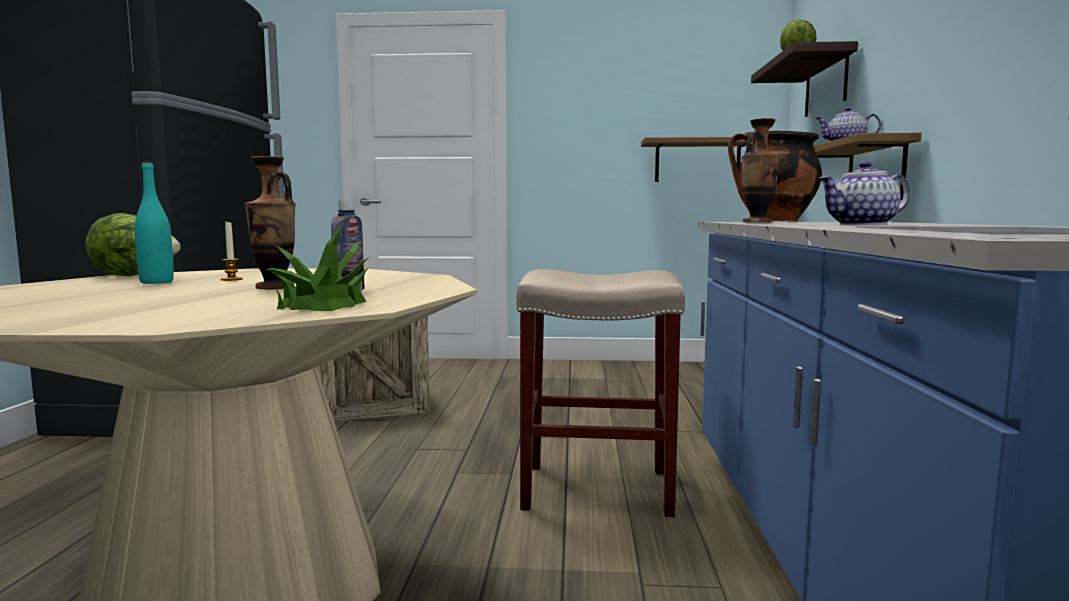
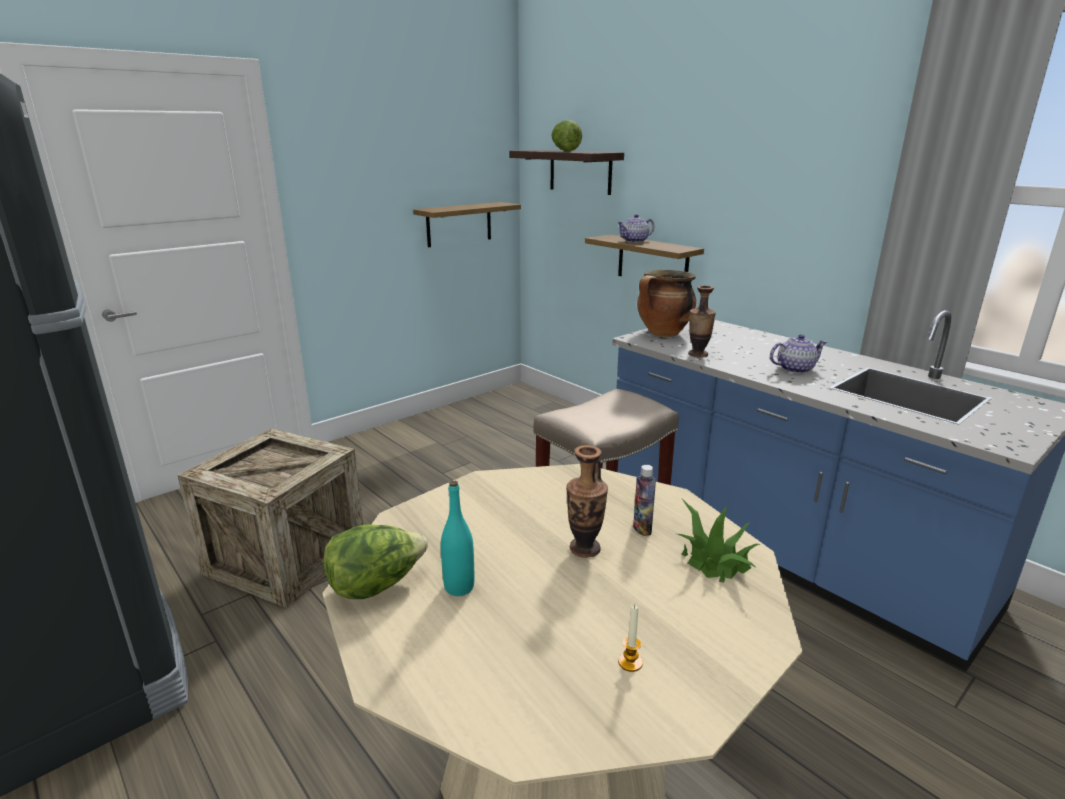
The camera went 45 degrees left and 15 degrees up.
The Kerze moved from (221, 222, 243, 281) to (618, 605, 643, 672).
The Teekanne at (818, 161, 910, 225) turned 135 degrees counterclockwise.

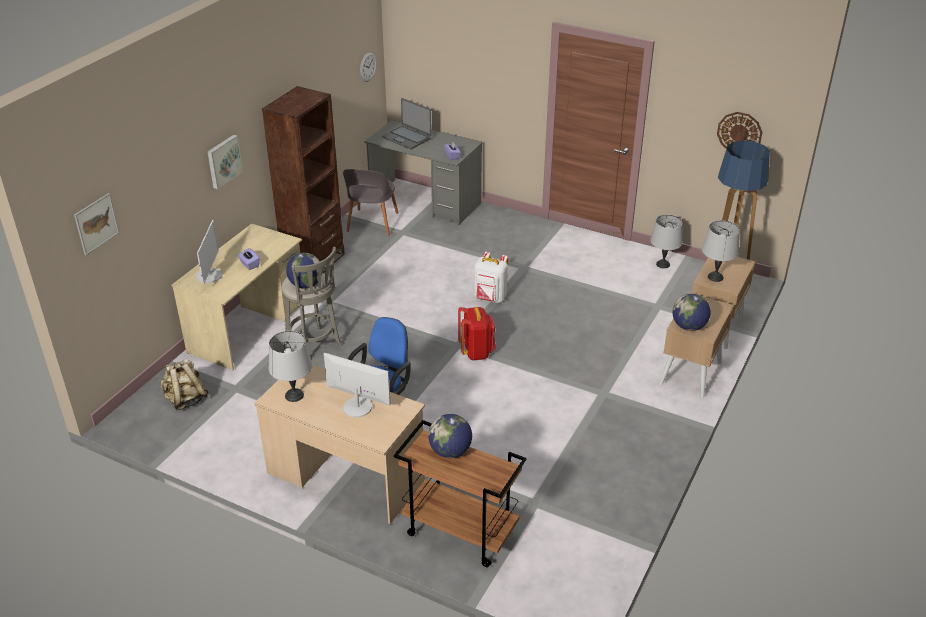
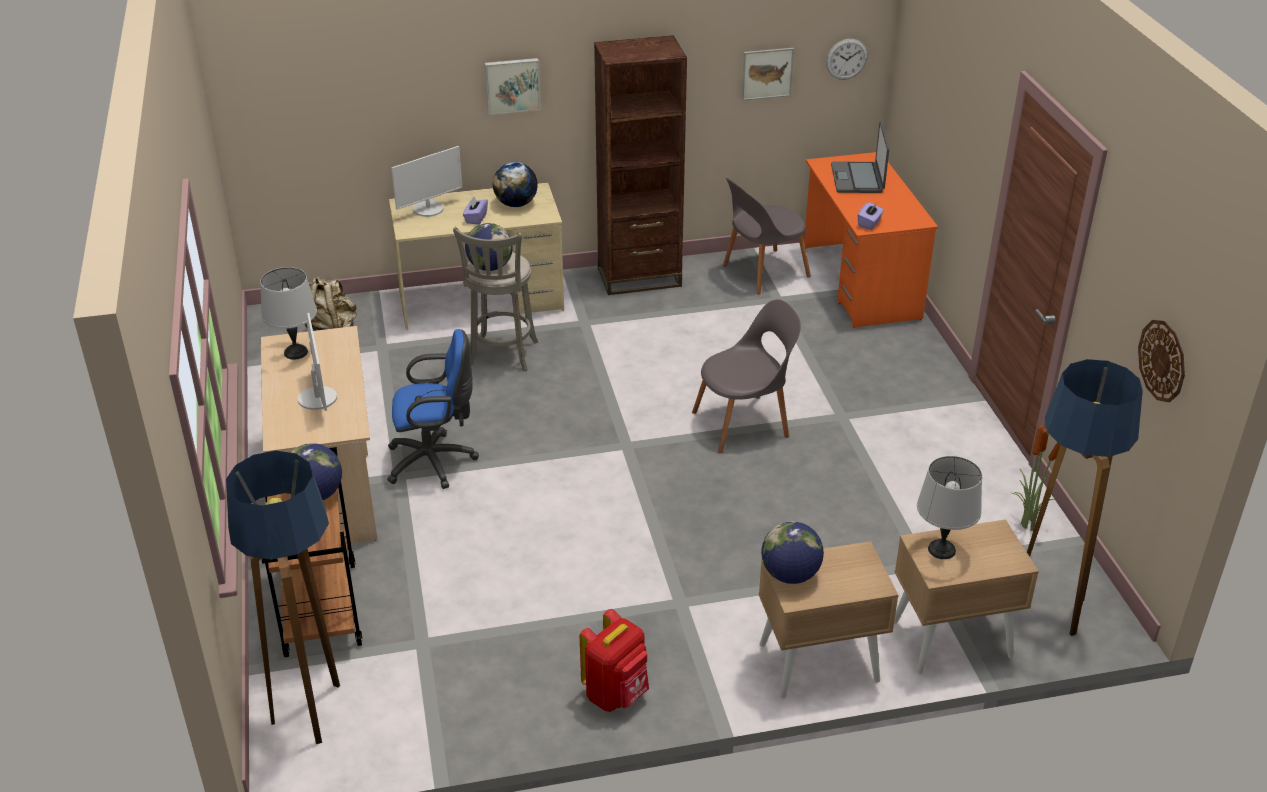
The camera went 50 degrees right and 0 degrees up.
The Bild moved from (74, 193, 119, 255) to (742, 48, 794, 101).
The Schreibtisch/grau at (364, 120, 483, 225) became the Schreibtisch/orange at (804, 152, 938, 328).
The Rucksack/rot moved from (458, 307, 496, 360) to (580, 609, 649, 712).
The Rucksack/weiß at (474, 252, 508, 303) was replaced by the Stuhl/grau at (692, 300, 801, 453).
The Tischlampe/grau at (650, 215, 683, 268) was replaced by the Topfpflanze at (1012, 419, 1060, 531).
The Stehlampe at (226, 451, 340, 744) appeared.
The Globus at (493, 162, 538, 207) appeared.

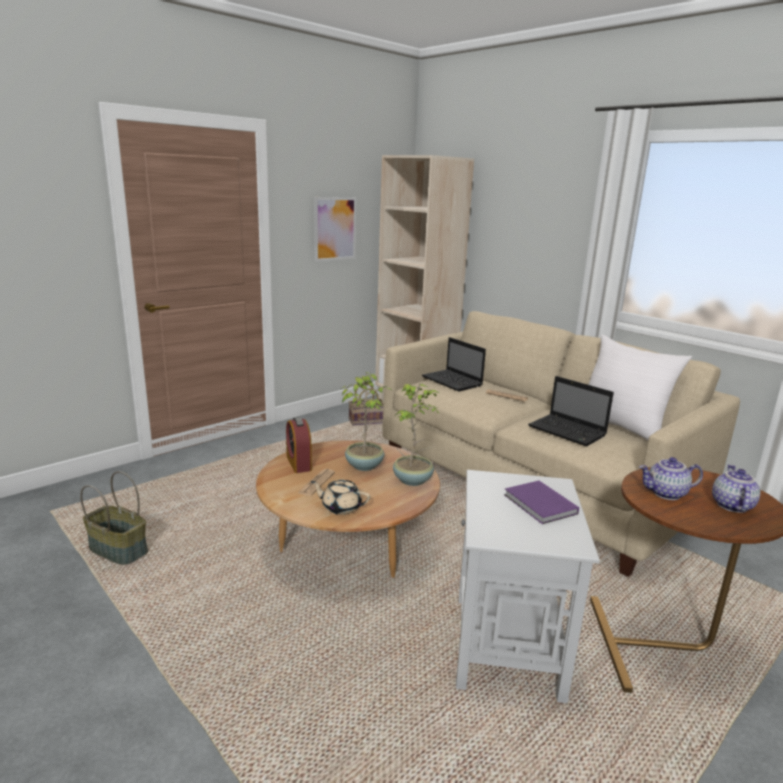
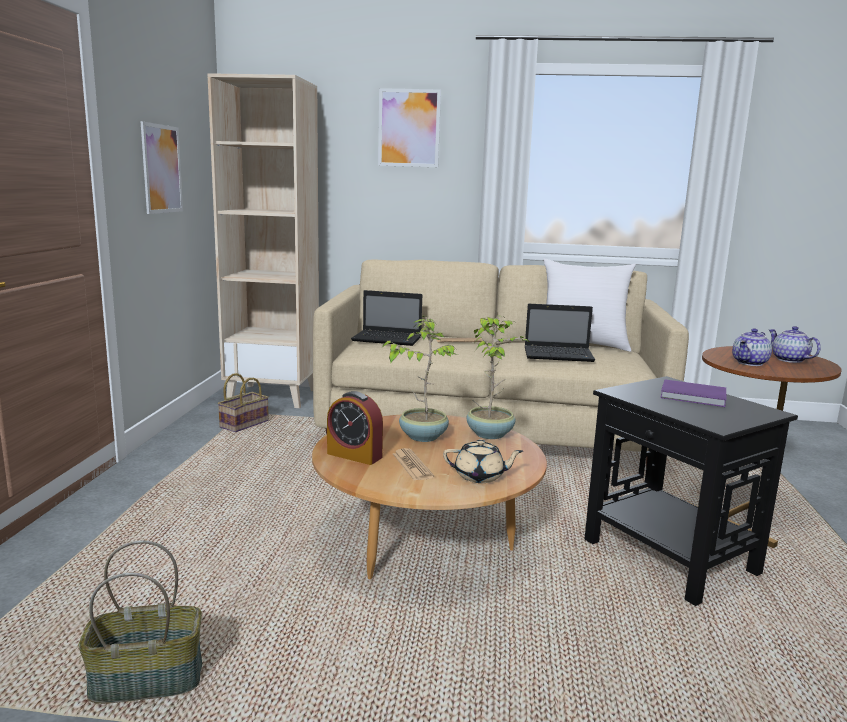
The camera went 40 degrees left and 5 degrees down.
The Teekanne/beige at (311, 480, 370, 515) turned 150 degrees counterclockwise.
The Beistelltisch/weiß at (456, 470, 600, 703) became the Beistelltisch/schwarz at (584, 376, 798, 606).
The Bild at (378, 88, 441, 167) appeared.

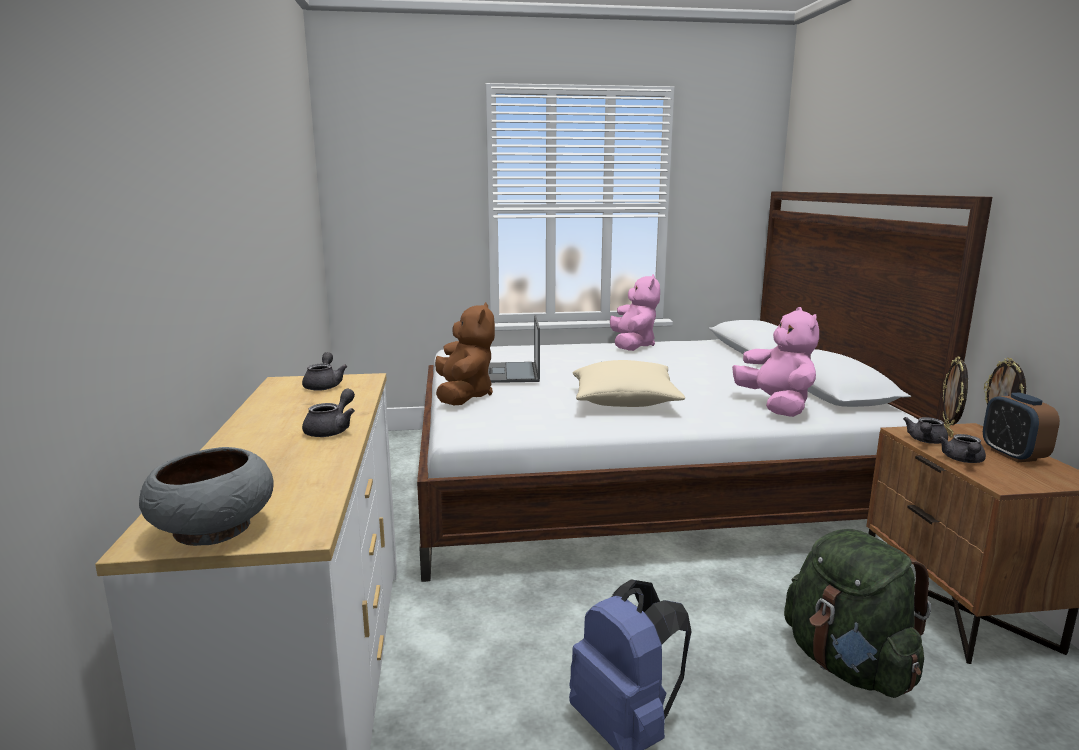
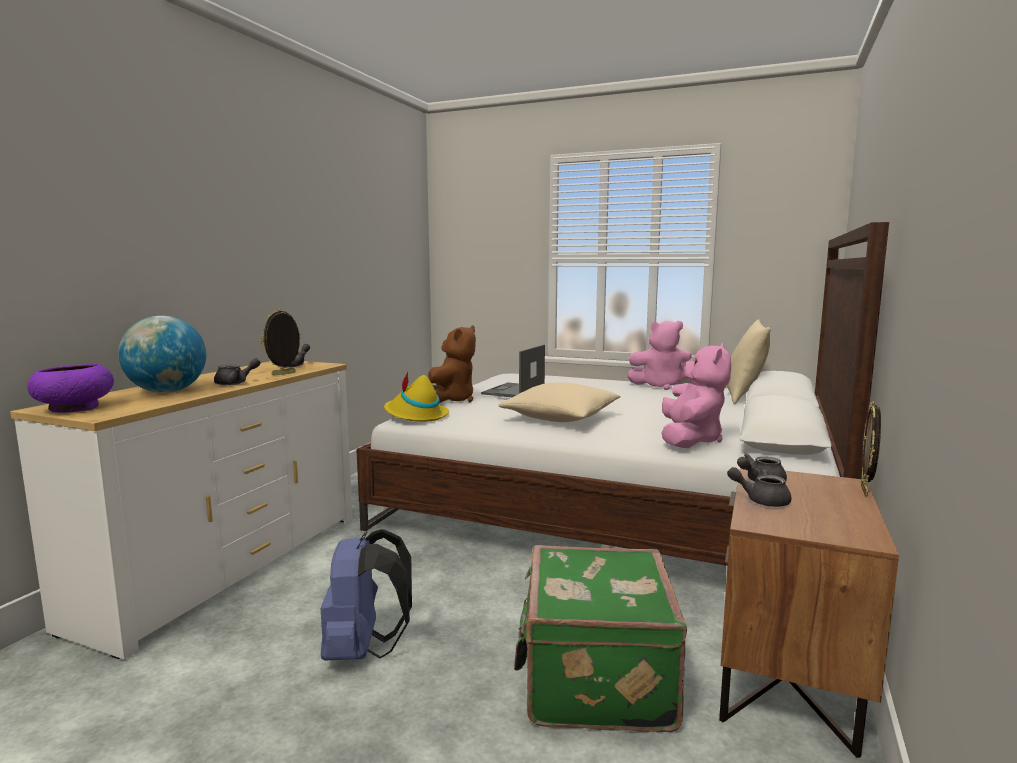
The camera went 30 degrees right and 5 degrees down.
The Schüssel/grau at (139, 447, 273, 546) became the Schüssel/lila at (27, 364, 114, 413).
The Plüschtier/rosa at (610, 274, 660, 351) turned 60 degrees clockwise.
The Rucksack/grün at (784, 529, 931, 698) was replaced by the Koffer/grün at (514, 545, 687, 732).
The Teekanne/grau at (938, 434, 986, 463) turned 60 degrees clockwise.
The Bilderrahmen moved from (942, 356, 968, 438) to (260, 309, 301, 376).
The Wecker at (983, 392, 1060, 462) disappeared.
The Globus at (118, 316, 206, 393) appeared.
The Hut/gelb at (384, 372, 449, 422) appeared.
The Kissen/beige at (727, 319, 771, 404) appeared.

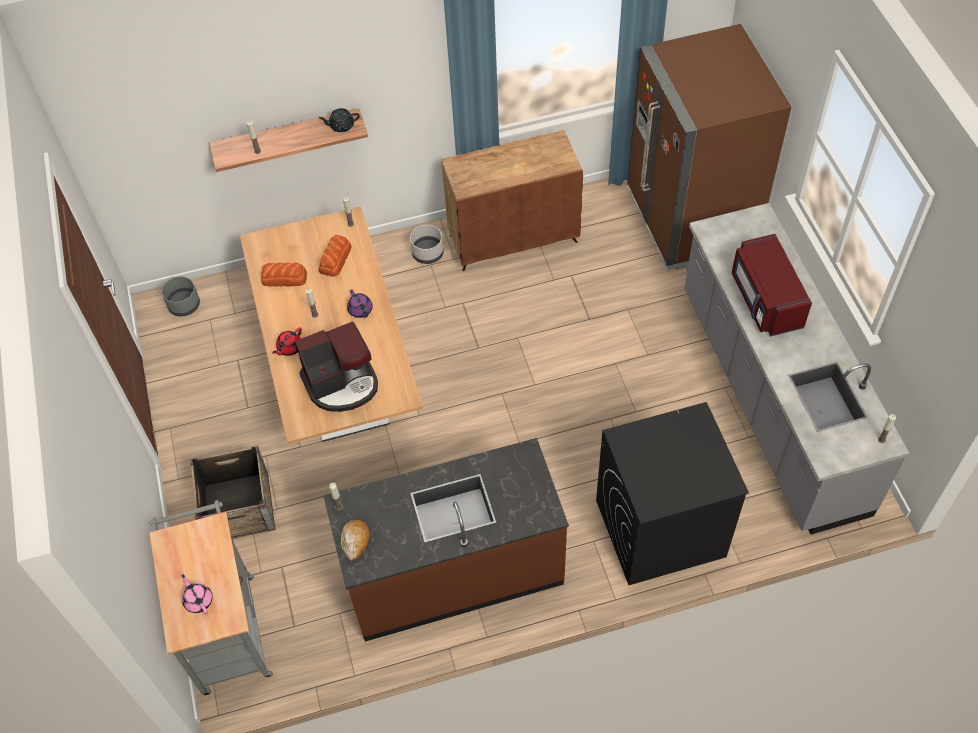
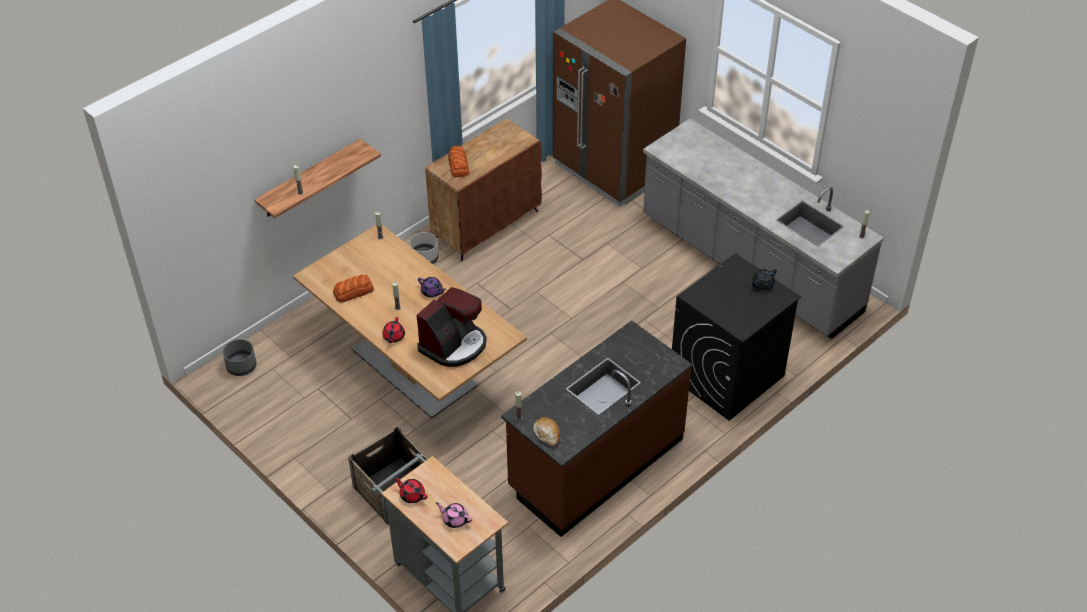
The camera went 30 degrees left and 10 degrees down.
The Brot moved from (318, 235, 352, 277) to (448, 146, 469, 177).
The Teekanne/schwarz moved from (319, 108, 360, 132) to (751, 269, 777, 290).
The Mikrowelle/rot at (732, 234, 812, 336) disappeared.
The Teekanne/rot at (394, 477, 428, 503) appeared.

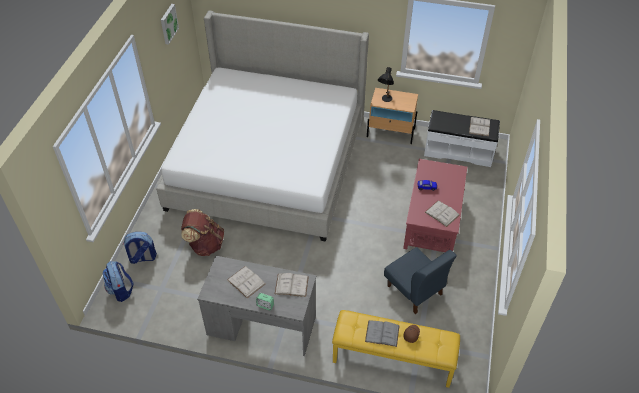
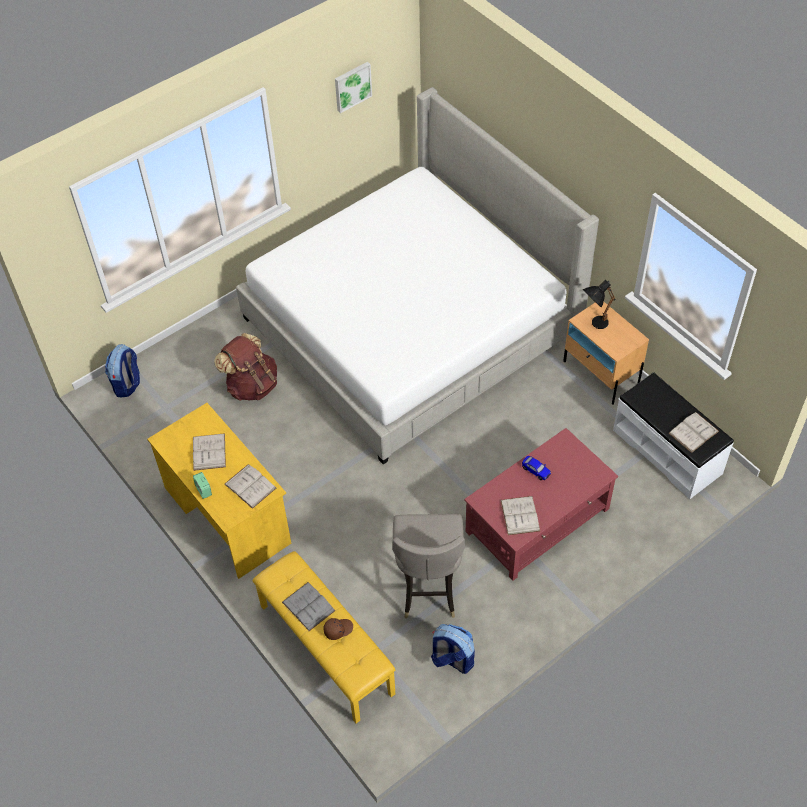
The camera went 40 degrees right and 5 degrees up.
The Rucksack moved from (123, 232, 157, 264) to (431, 624, 475, 674).
The Schreibtisch/grau at (197, 256, 316, 356) became the Schreibtisch/gelb at (147, 403, 291, 579).
The Stuhl/blau at (384, 247, 457, 314) was replaced by the Hocker/grau at (392, 514, 465, 619).

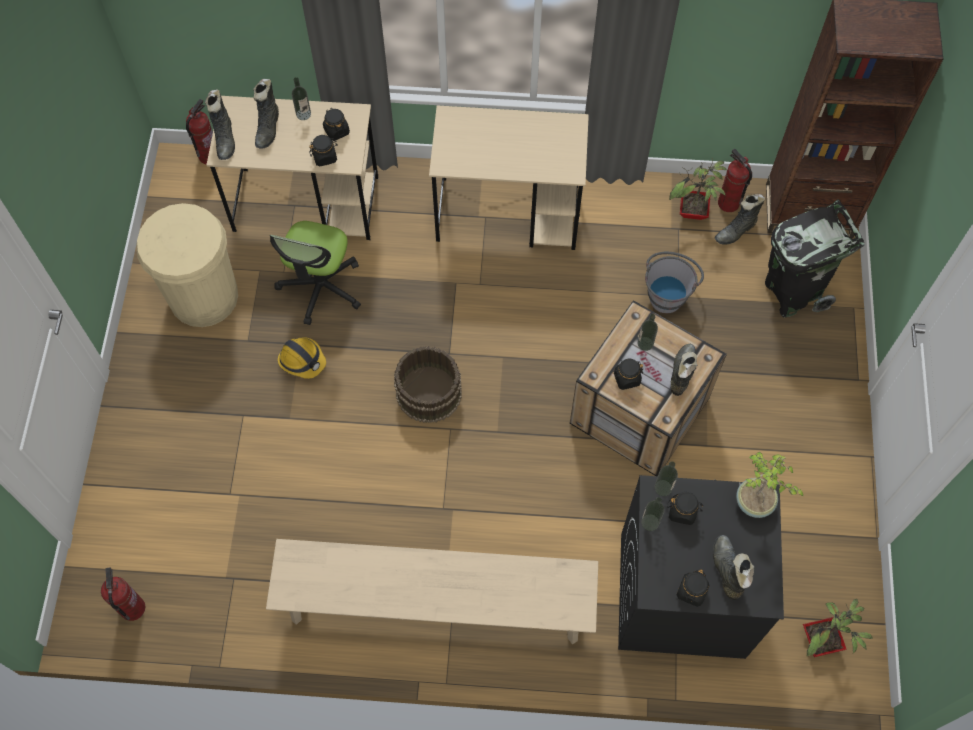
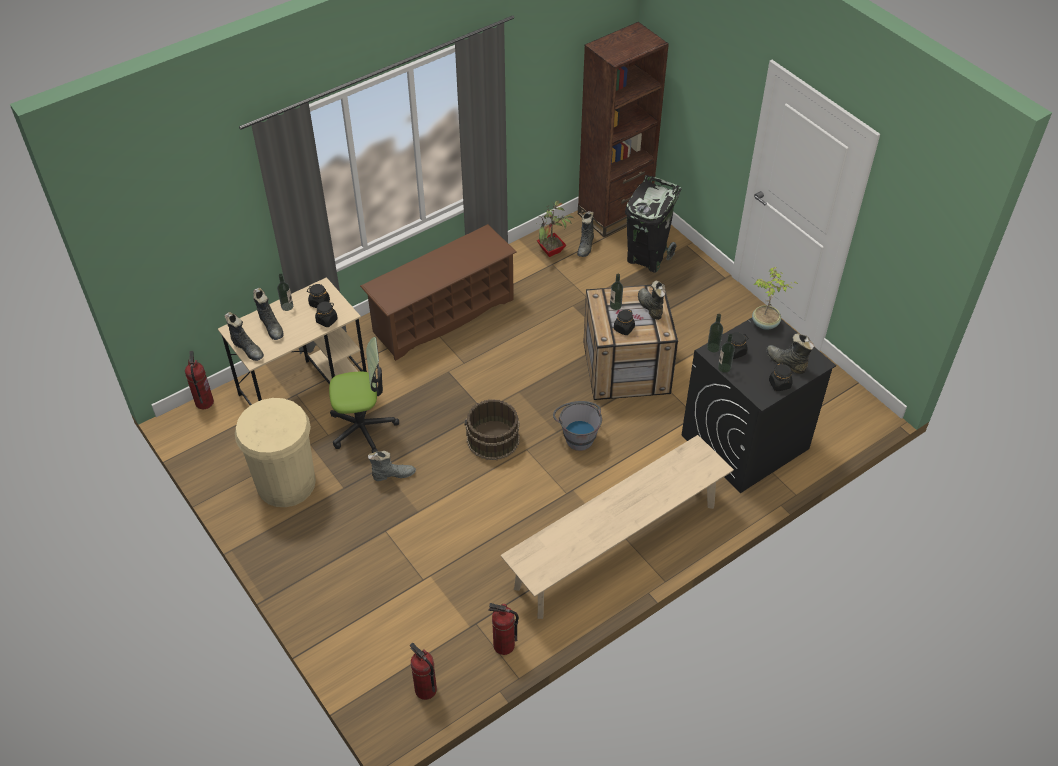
The camera went 40 degrees left and 15 degrees down.
The Bürostuhl at (270, 221, 361, 325) turned 75 degrees counterclockwise.
The Schutzhelm at (278, 337, 326, 379) was replaced by the Stiefel/grau at (368, 451, 416, 481).
The Schreibtisch/beige at (429, 105, 589, 250) was replaced by the Schuhregal/braun at (360, 224, 517, 361).
The Eimer/grau moved from (645, 252, 704, 313) to (553, 401, 602, 451).
The Feuerlöscher moved from (718, 148, 752, 212) to (488, 603, 519, 655).
The Topfpflanze at (803, 599, 873, 657) disappeared.

